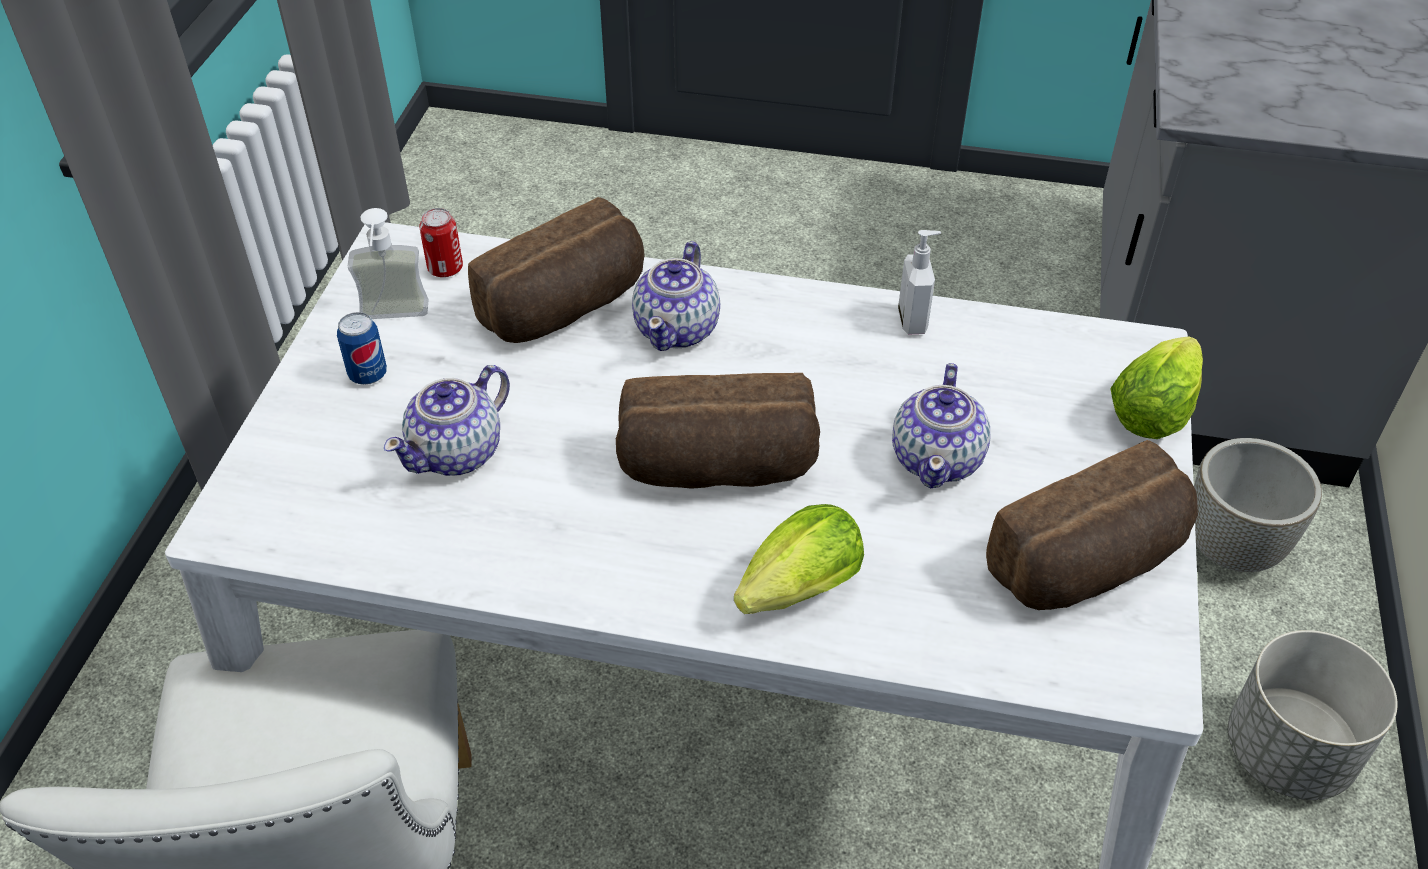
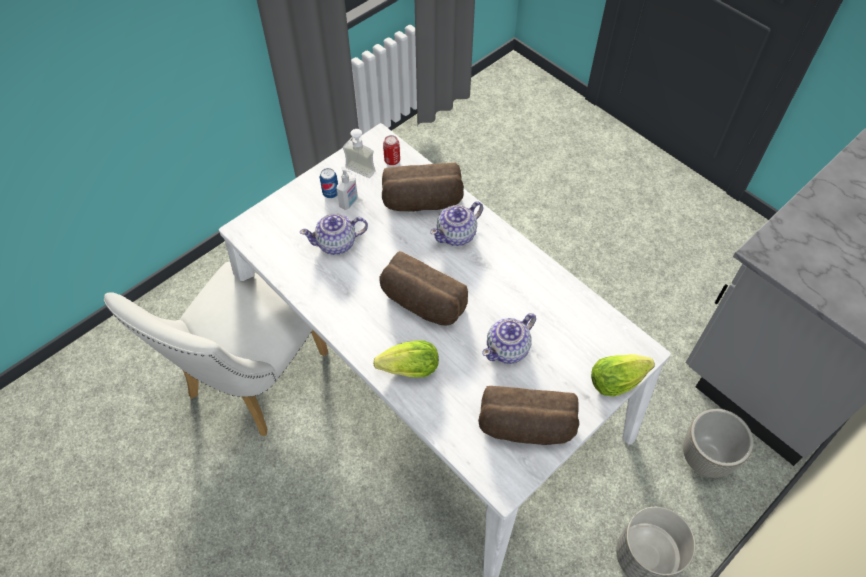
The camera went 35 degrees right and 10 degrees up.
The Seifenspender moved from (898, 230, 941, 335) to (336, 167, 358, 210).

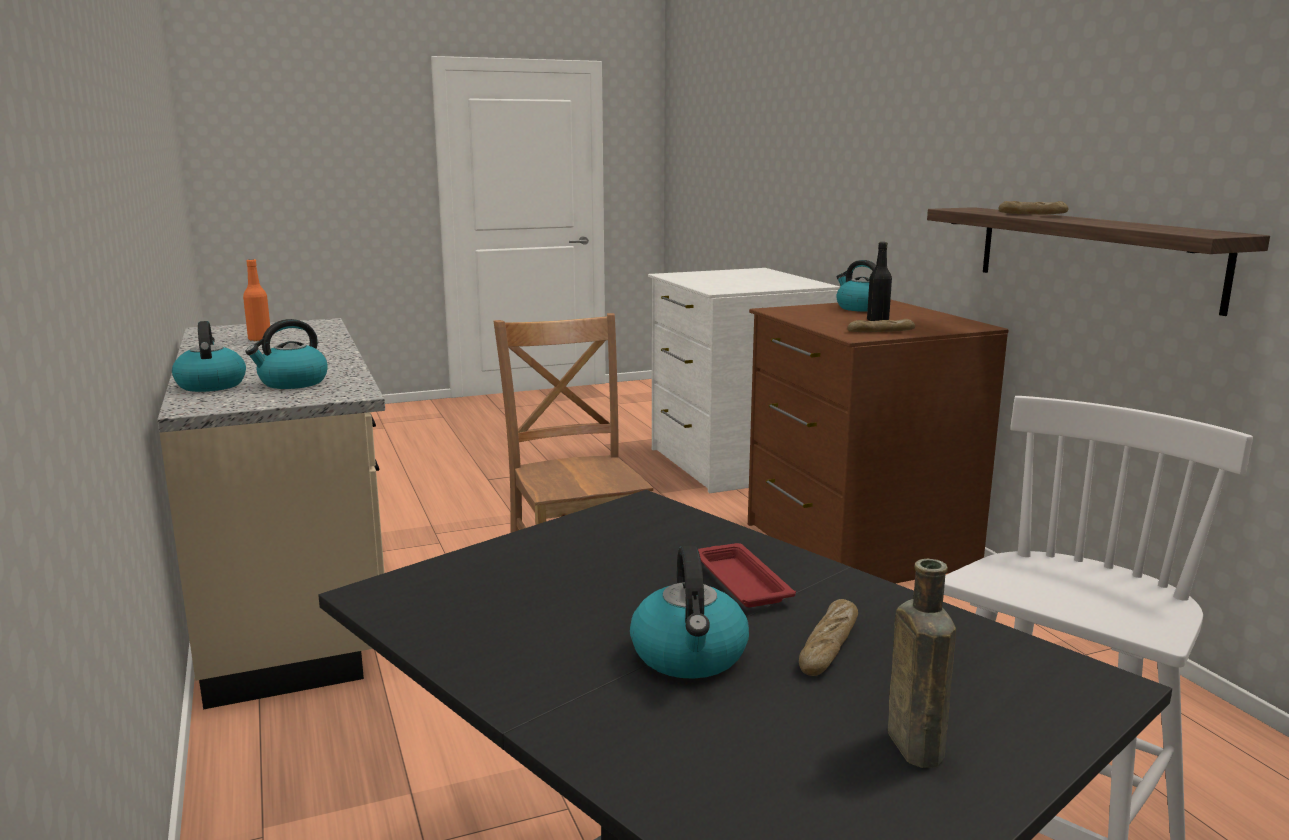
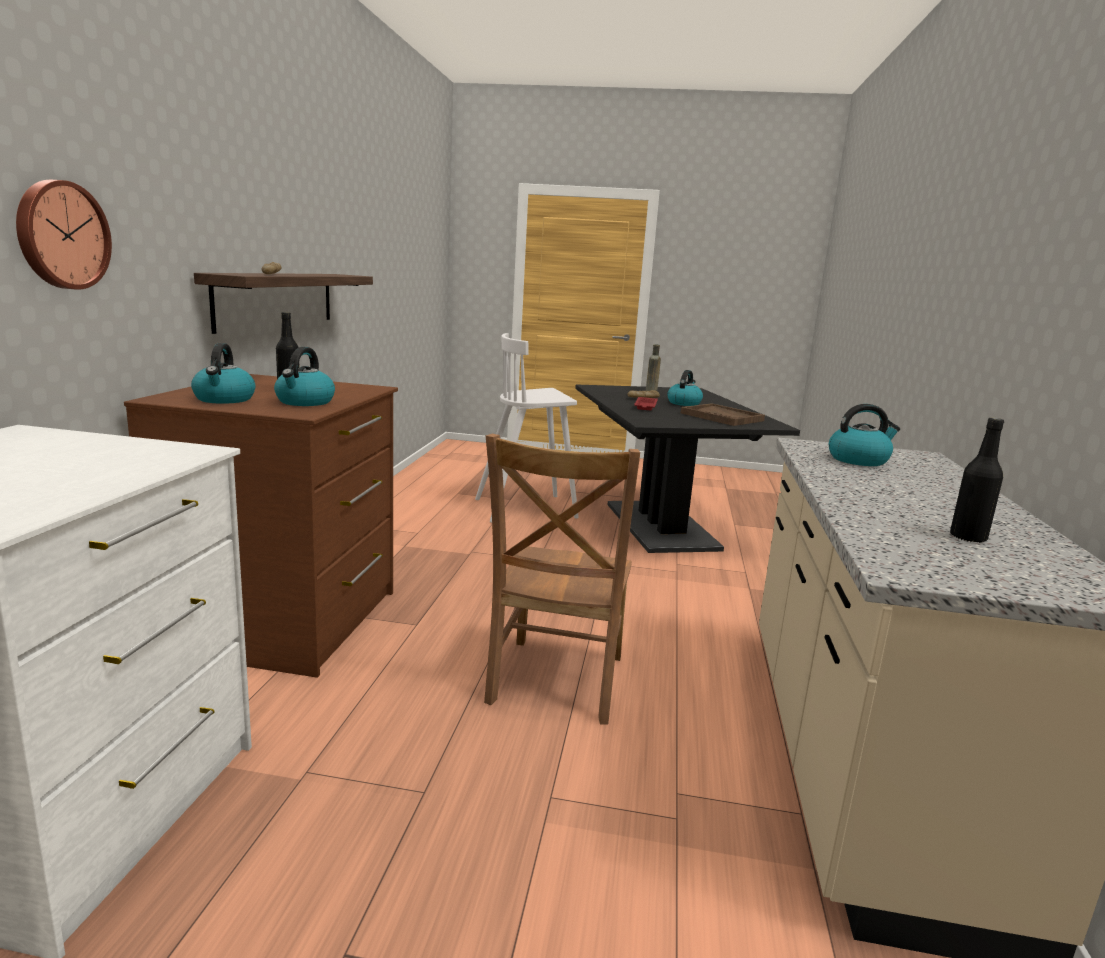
The camera went 150 degrees left and 0 degrees up.
The Wasserkessel moved from (172, 321, 246, 392) to (274, 347, 335, 406).
The Flasche/orange at (243, 259, 270, 342) became the Flasche/schwarz at (950, 418, 1004, 543).
The Brot at (847, 319, 915, 332) disappeared.
The Wanduhr at (16, 180, 112, 290) appeared.
The Tablett/braun at (681, 403, 765, 426) appeared.

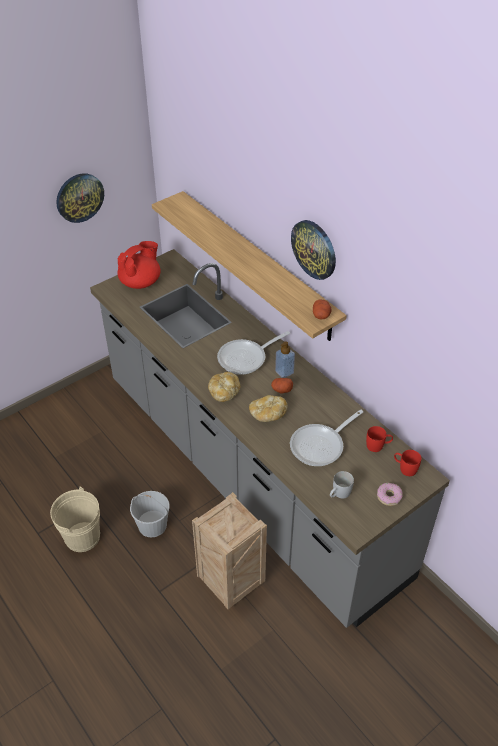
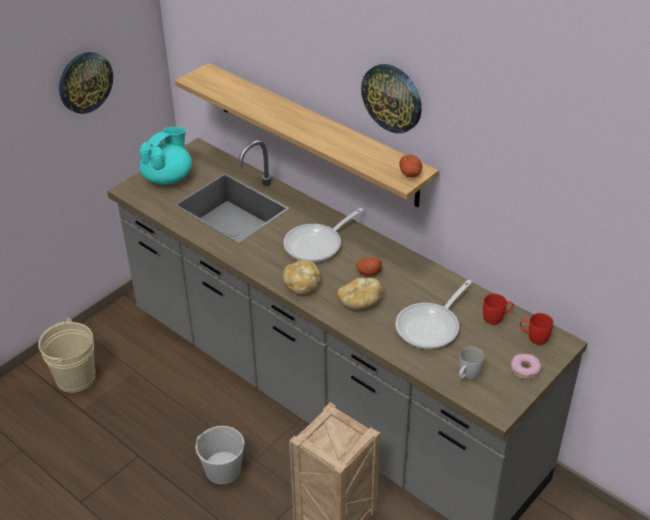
The camera went 10 degrees left and 5 degrees down.
The Eimer/beige moved from (50, 487, 100, 552) to (38, 318, 95, 393).
The Teekanne/rot at (118, 241, 160, 289) became the Teekanne/türkis at (140, 127, 192, 185).
The Seifenspender at (275, 341, 295, 378) disappeared.

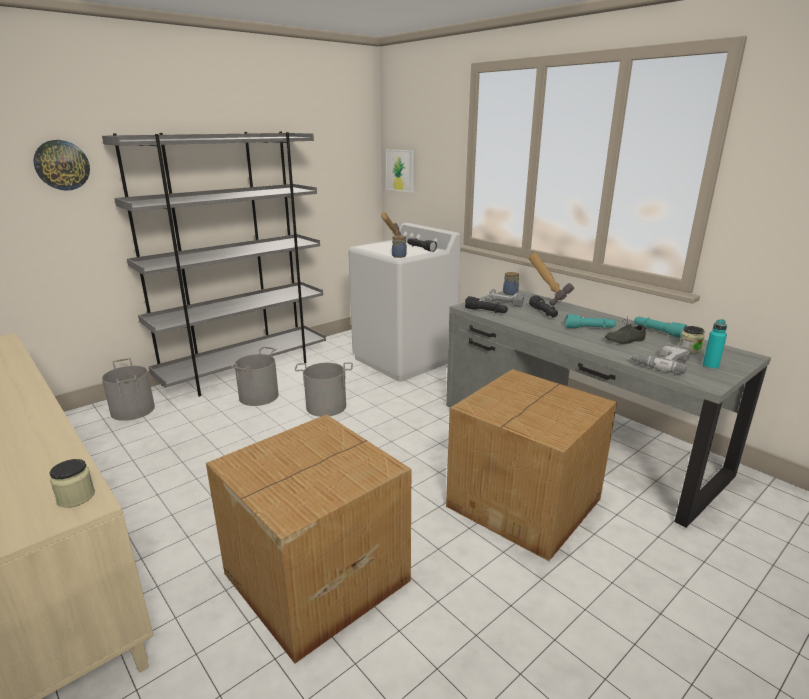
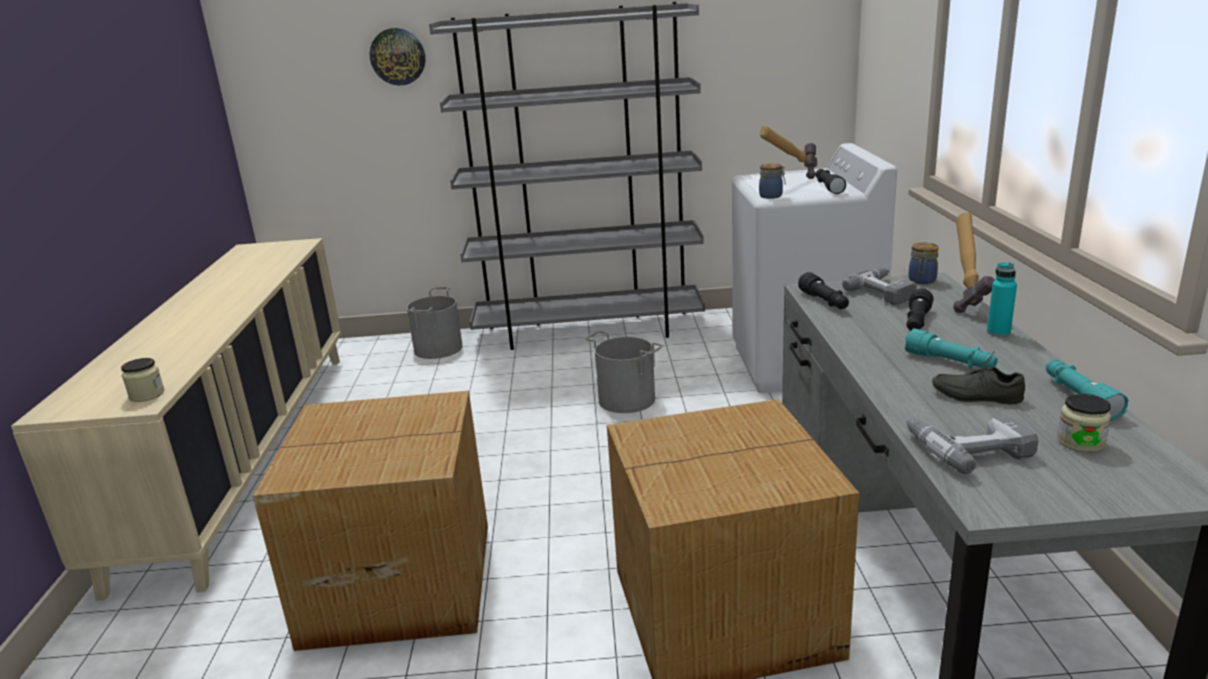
The camera went 40 degrees right and 0 degrees up.
The Eimer/grau at (231, 347, 279, 406) disappeared.
The Bild at (386, 149, 414, 193) disappeared.
The Flasche/türkis moved from (702, 319, 727, 370) to (987, 262, 1017, 337).

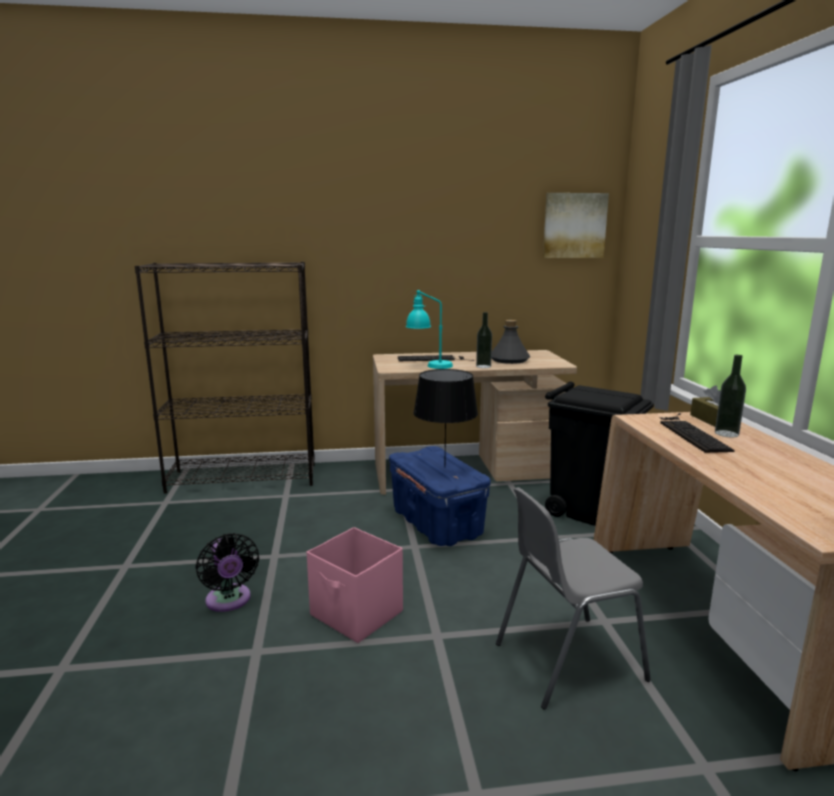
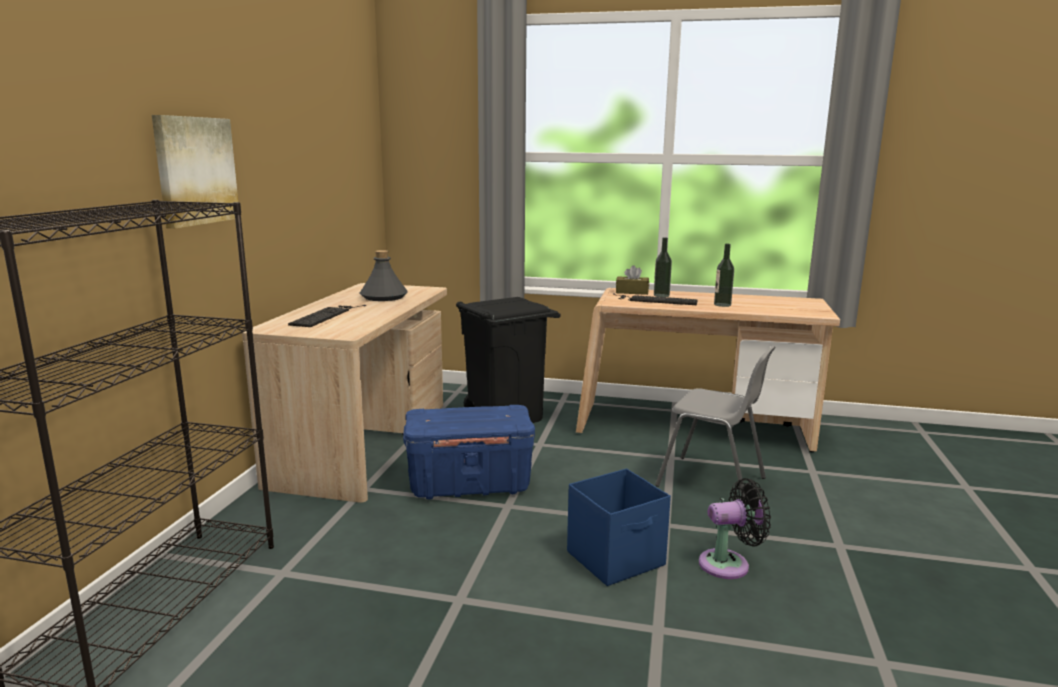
The camera went 70 degrees left and 0 degrees up.
The Ventilator/schwarz moved from (196, 533, 259, 612) to (699, 478, 771, 579).
The Aufbewahrungsbox/rosa at (307, 527, 403, 643) became the Aufbewahrungsbox/blau at (567, 469, 671, 586).
The Tischlampe/türkis at (406, 290, 453, 369) disappeared.
The Tischlampe/schwarz at (413, 369, 478, 468) disappeared.
The Flasche moved from (476, 312, 492, 368) to (714, 244, 734, 307).
The Stuhl/grau at (496, 487, 651, 710) turned 60 degrees counterclockwise.
The Bild moved from (543, 193, 609, 258) to (152, 115, 238, 229).

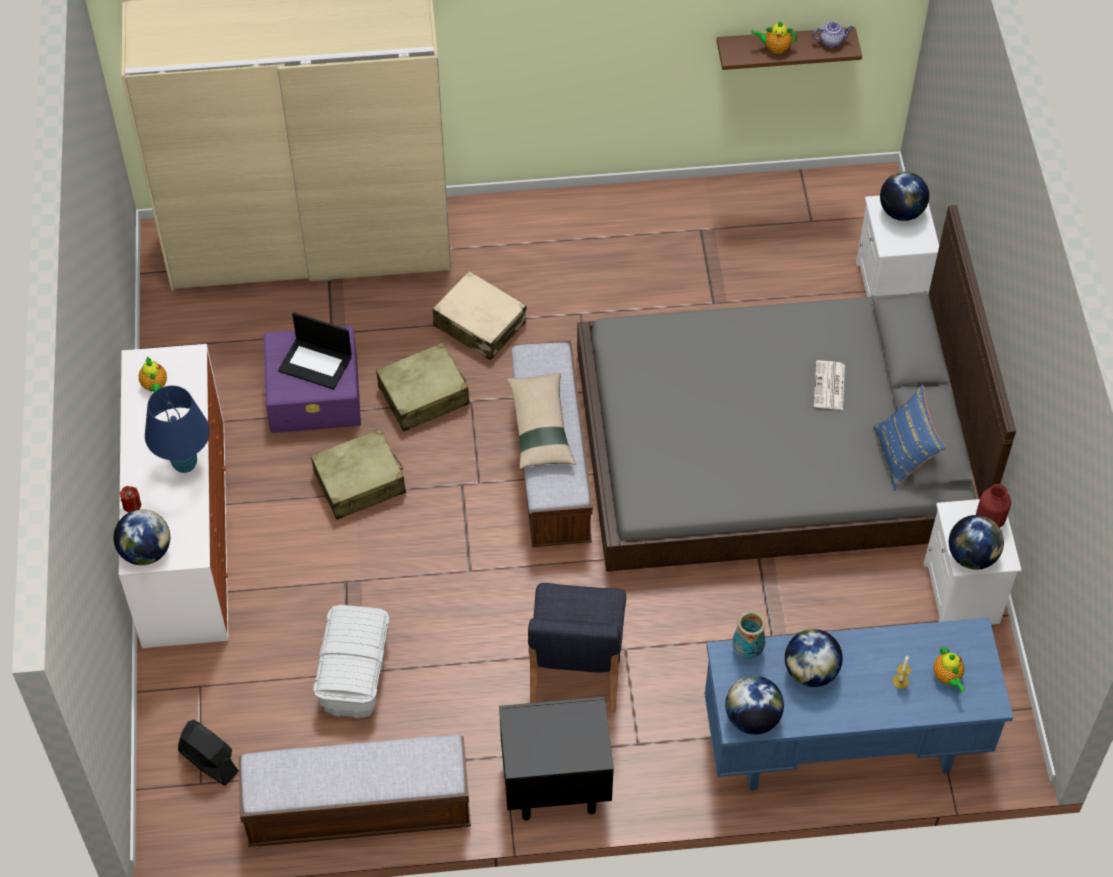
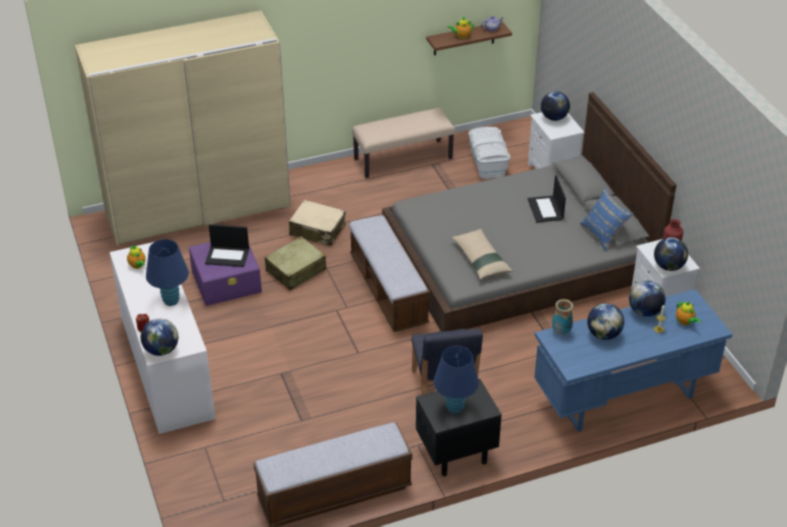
The camera went 15 degrees left and 15 degrees down.
The Ventilator/schwarz at (178, 720, 239, 786) disappeared.
The Koffer/beige at (311, 429, 406, 520) disappeared.
The Aufbewahrungsbox/weiß moved from (313, 605, 389, 718) to (469, 127, 510, 179).
The Kissen/beige moved from (507, 373, 576, 469) to (451, 229, 513, 280).
The Globus moved from (725, 676, 784, 735) to (629, 281, 666, 317).
The Zeitung at (814, 360, 845, 410) was replaced by the Laptop at (528, 175, 566, 222).
The Bank/beige at (352, 108, 455, 178) appeared.
The Tischlampe/blau at (434, 346, 479, 414) appeared.

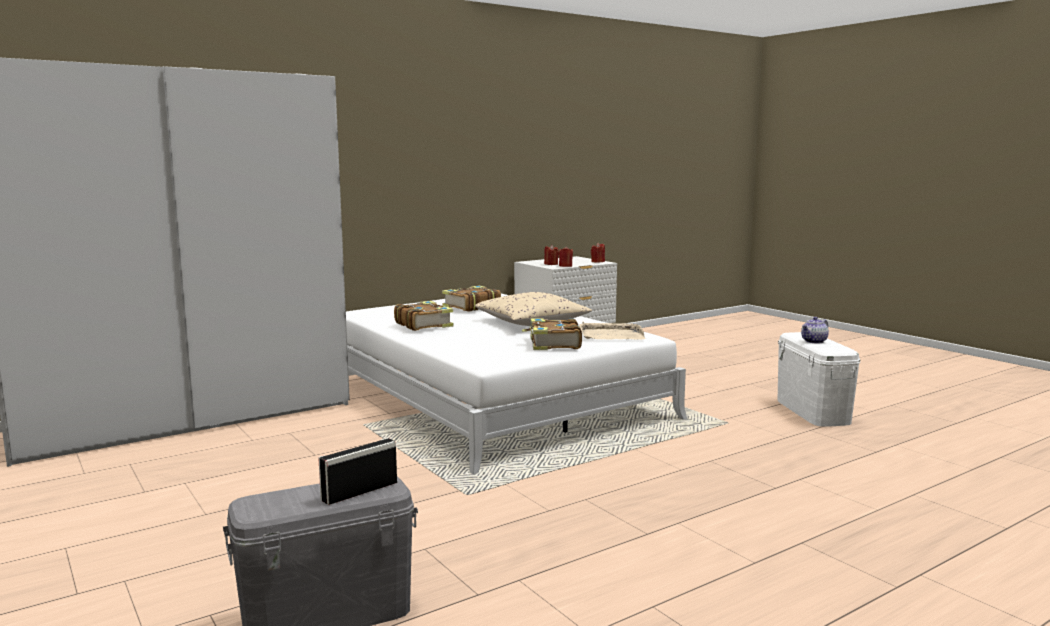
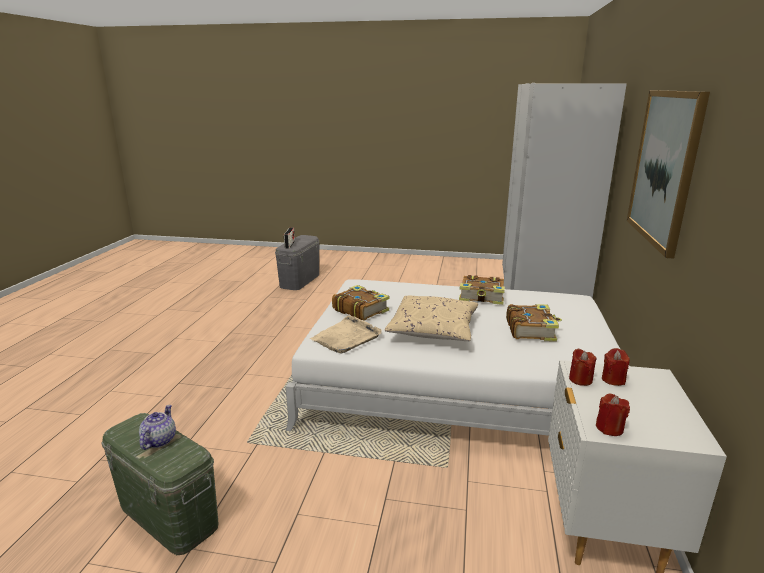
The camera went 135 degrees right and 10 degrees up.
The Aufbewahrungsbox/weiß at (777, 332, 860, 427) became the Aufbewahrungsbox/grün at (102, 413, 219, 555).
The Bild at (627, 90, 710, 258) appeared.

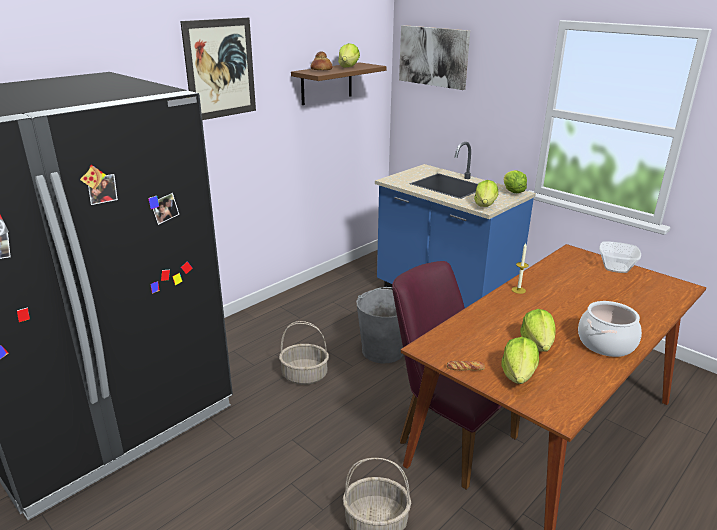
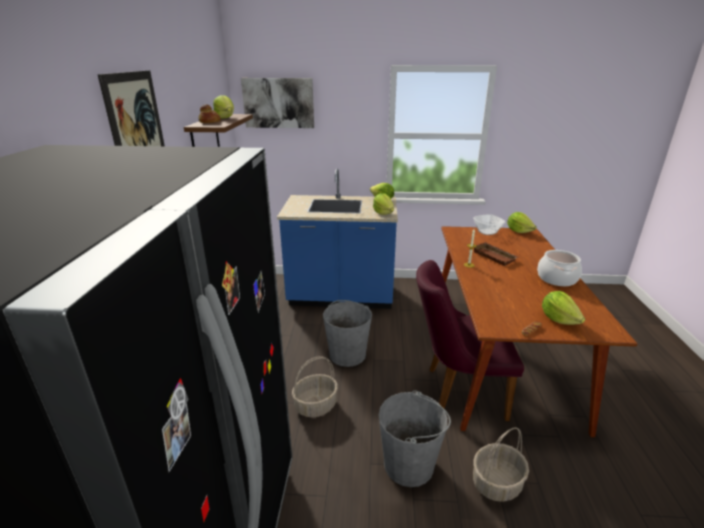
The camera went 40 degrees left and 0 degrees up.
The Salatkopf moved from (520, 309, 556, 352) to (507, 212, 537, 233).
The Eimer/grau at (379, 390, 451, 487) appeared.
The Tablett/braun at (474, 242, 519, 266) appeared.

